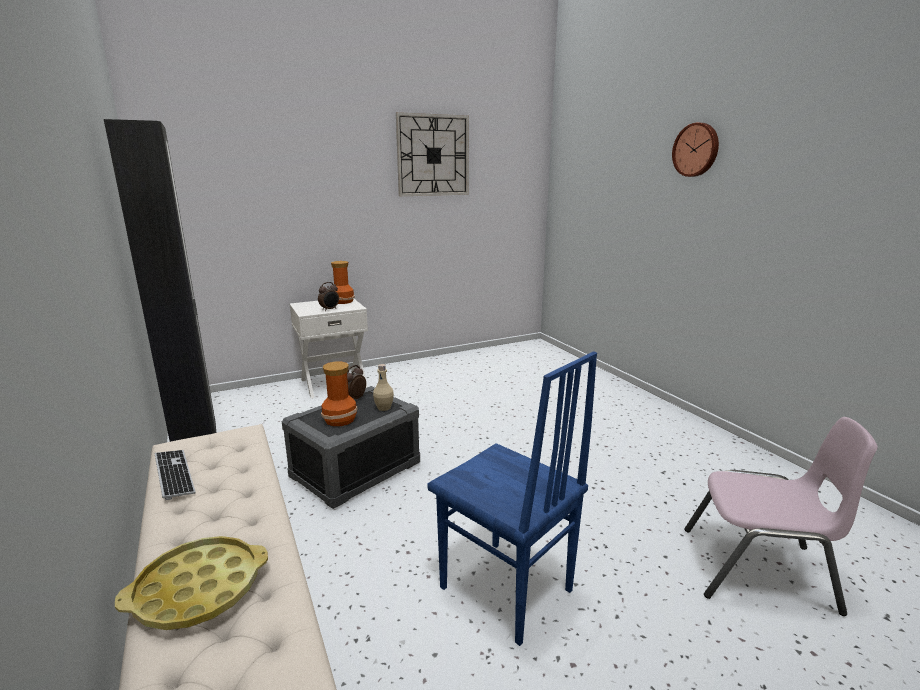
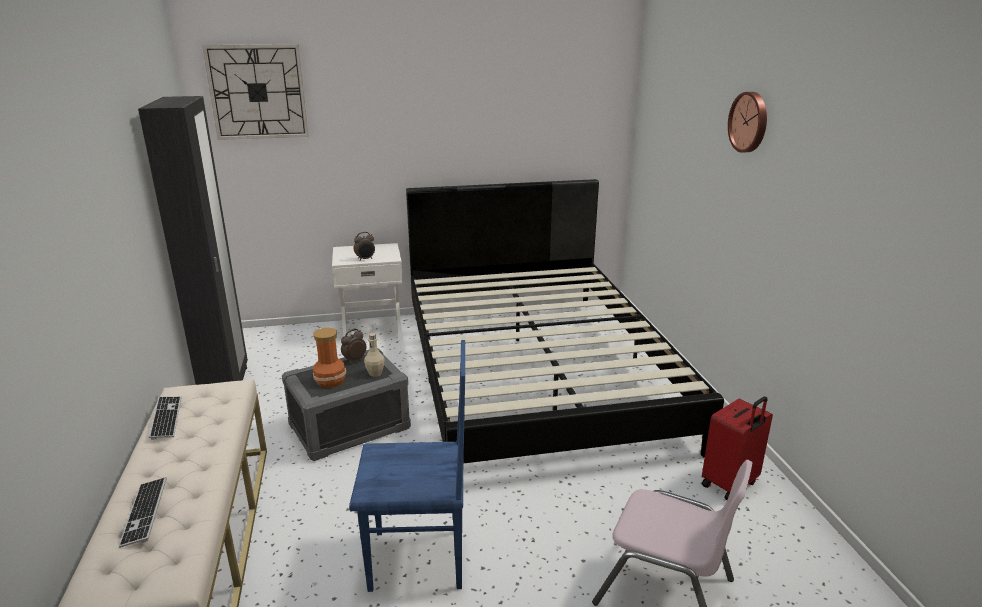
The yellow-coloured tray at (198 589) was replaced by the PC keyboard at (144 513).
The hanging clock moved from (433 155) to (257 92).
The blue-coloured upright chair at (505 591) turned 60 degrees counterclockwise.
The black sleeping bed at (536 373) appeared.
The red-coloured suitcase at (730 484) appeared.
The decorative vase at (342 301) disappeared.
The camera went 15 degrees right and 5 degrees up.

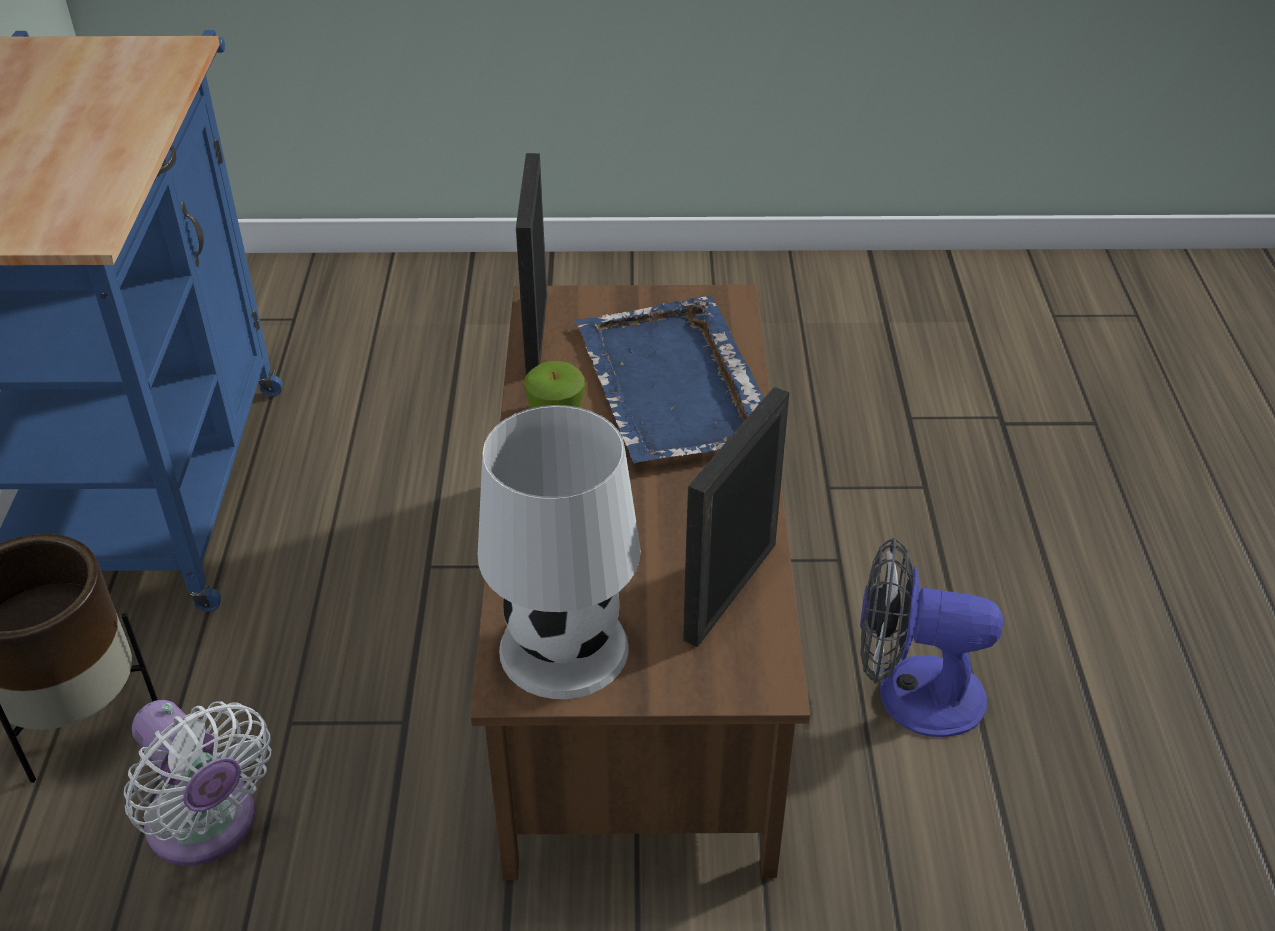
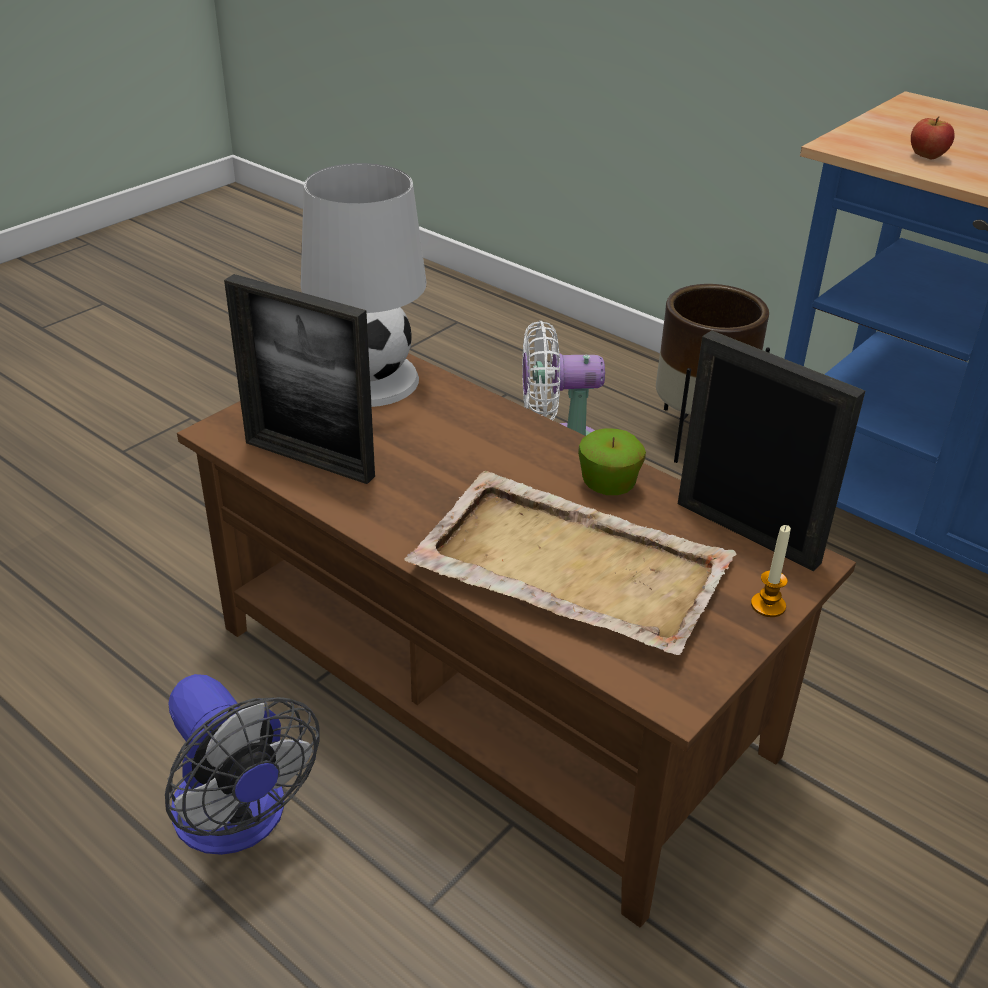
The cooling fan at (911 693) turned 90 degrees clockwise.
The photo frame at (730 591) turned 135 degrees clockwise.
The blue-coloured tray at (674 387) became the beige-coloured tray at (568 566).
The wax candle at (768 605) appeared.
The apple at (927 156) appeared.
The camera went 130 degrees right and 5 degrees down.

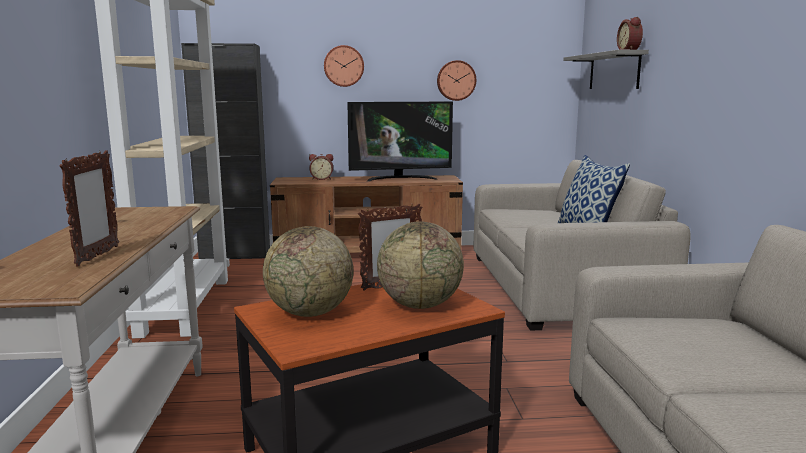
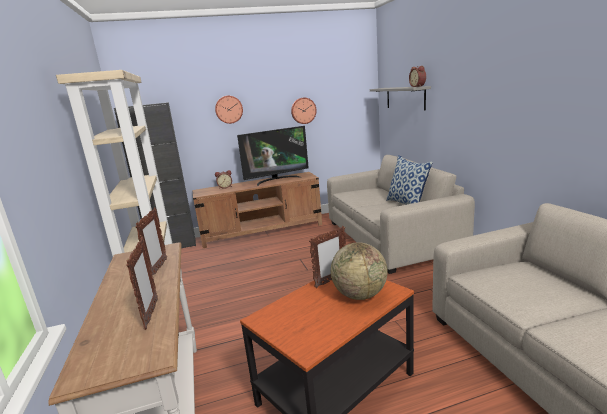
The photo frame at (158 269) appeared.
The desk globe at (310 313) disappeared.
The camera went 10 degrees left and 5 degrees up.

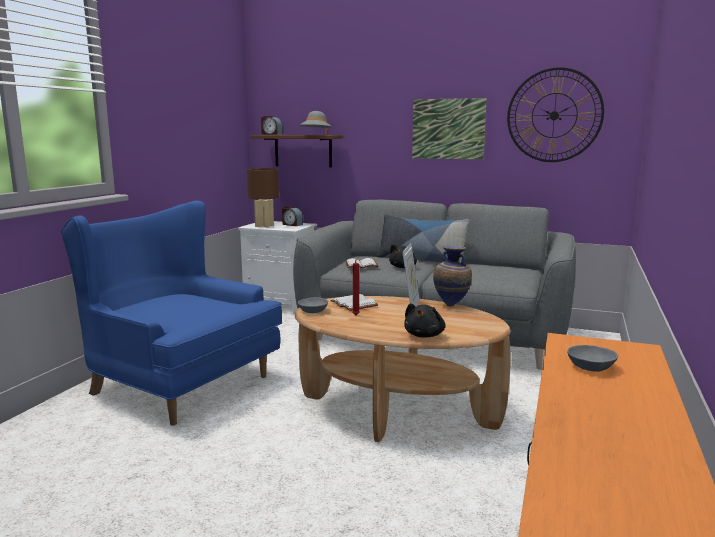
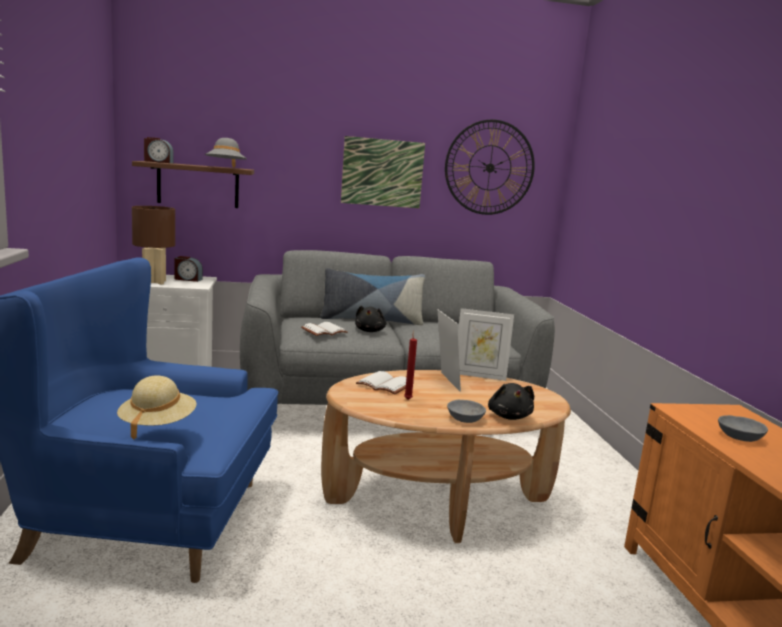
The beige-coloured hat at (157 425) appeared.
The gray serving bowl moved from (312 310) to (463 418).
The decorative vase at (452 305) was replaced by the photo frame at (479 375).
The camera went 30 degrees left and 0 degrees up.

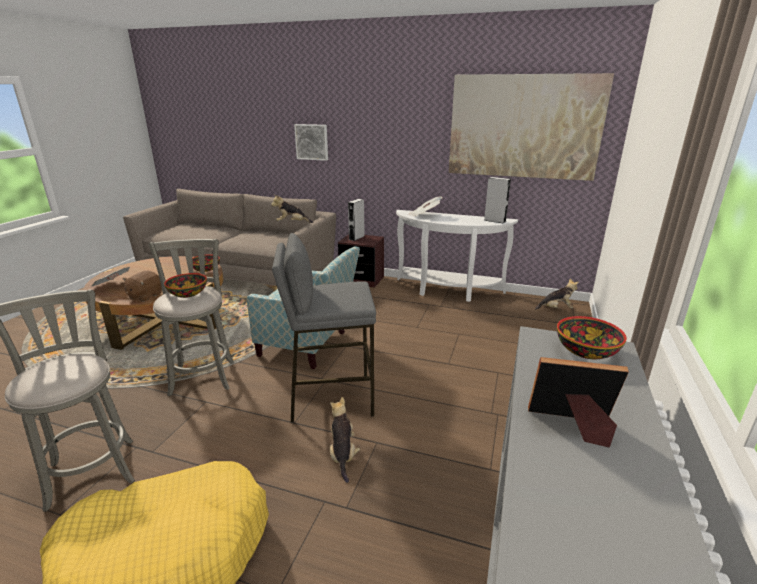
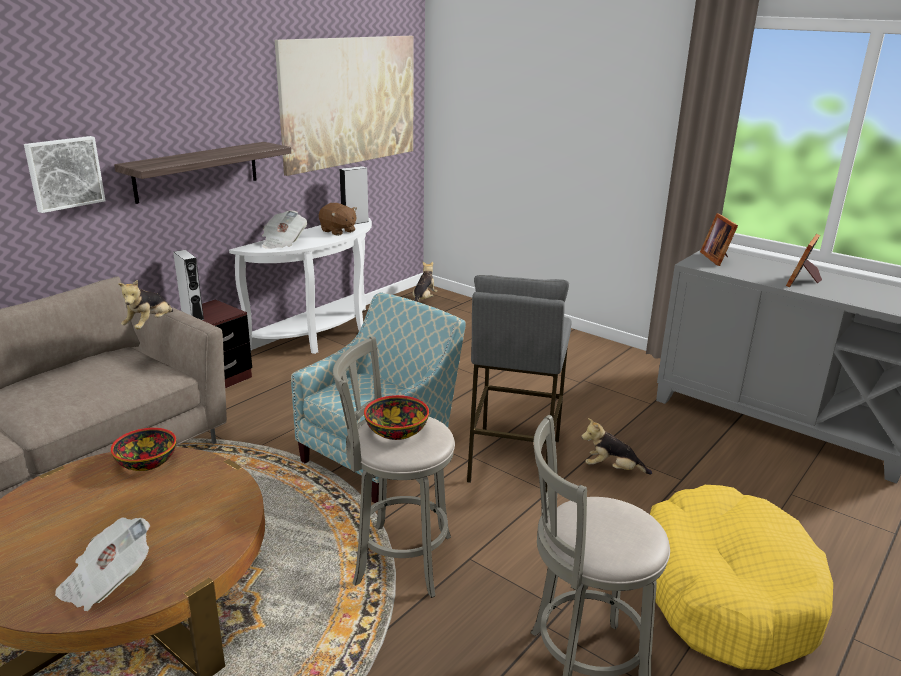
The wall shelf at (197 171) appeared.
The brown-coloured cuddly toy moved from (145 296) to (338 231).
The serving bowl at (586 351) was replaced by the photo frame at (717 258).
The camera went 70 degrees left and 0 degrees up.

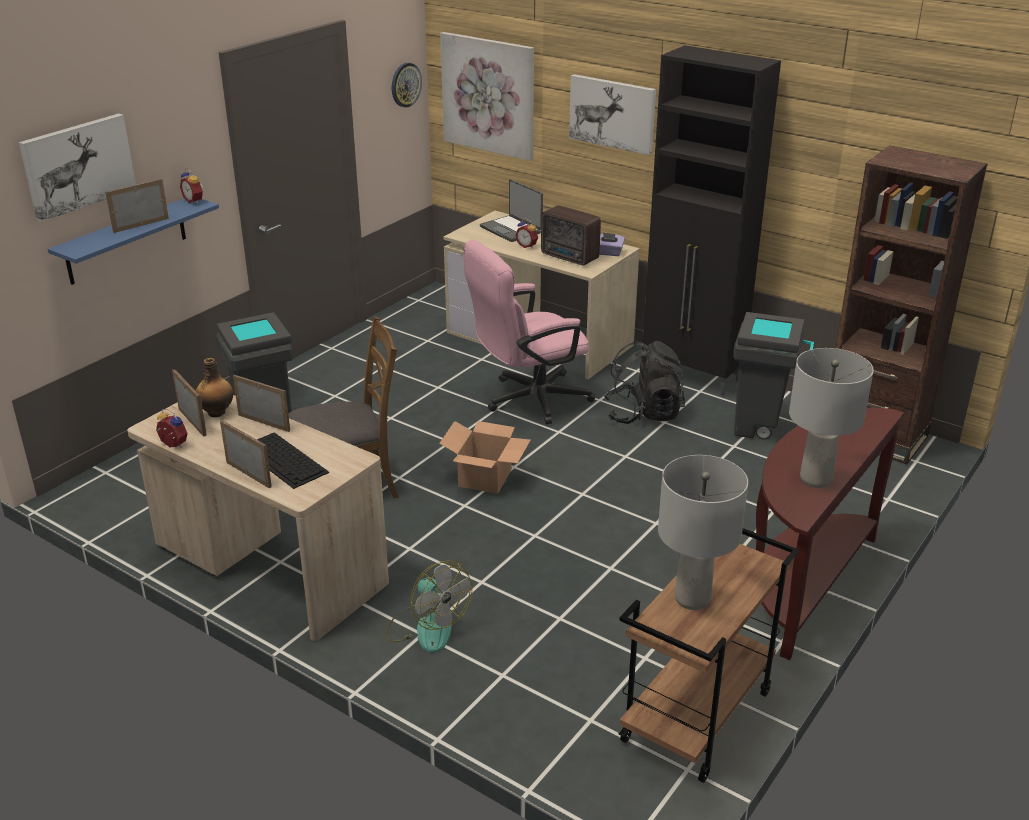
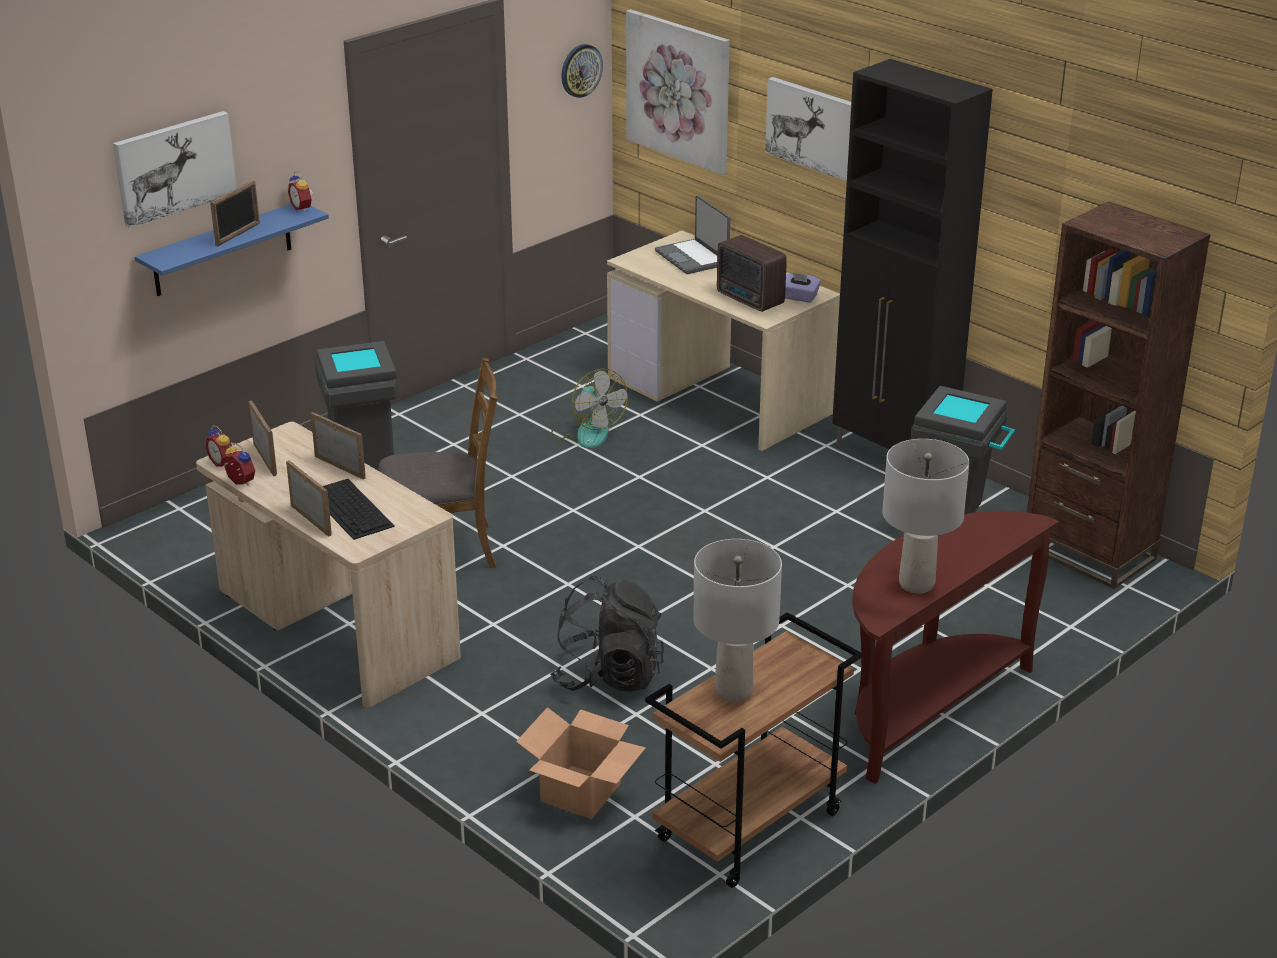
The alarm clock moved from (527 246) to (223 463).
The photo frame at (141 225) turned 150 degrees clockwise.
The packing box moved from (484 477) to (580 791).
The cooling fan moved from (427 627) to (587 432).
The black backpack moved from (643 414) to (608 676).
The bottle at (217 412) disappeared.
The pinkish desk chair at (528 400) disappeared.
The camera went 10 degrees right and 0 degrees up.

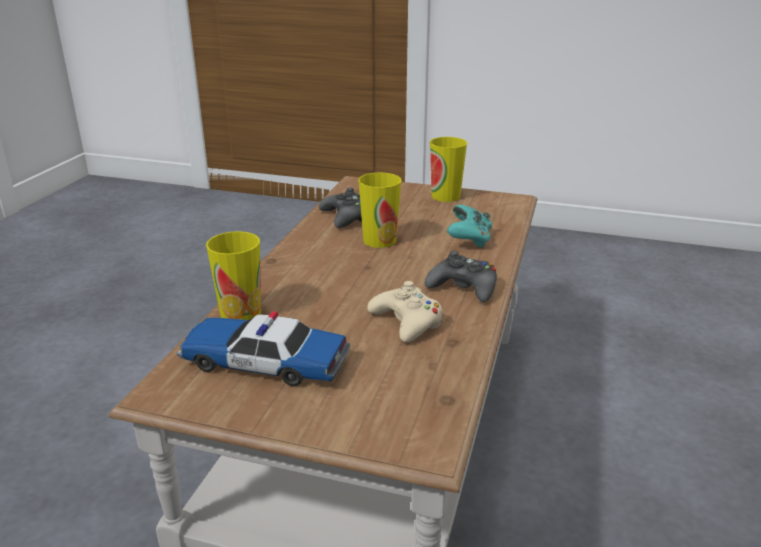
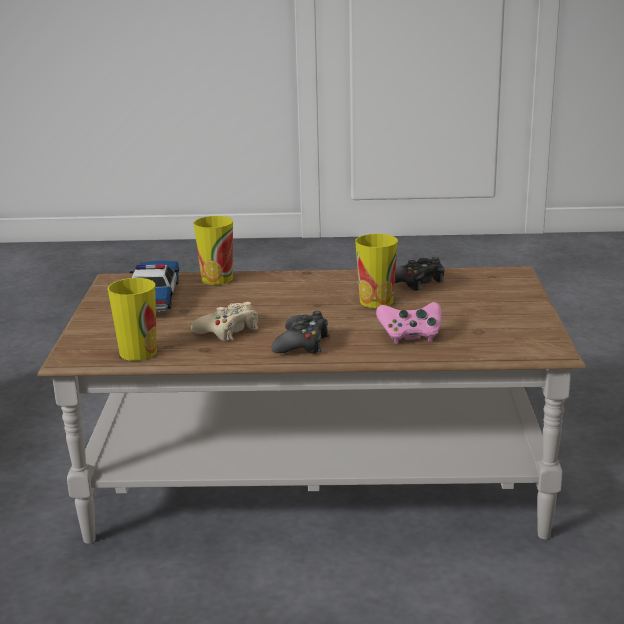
The cup moved from (446 196) to (138 352).
The turquoise gamepad at (469 239) became the pinkish gamepad at (410 336).
The camera went 75 degrees right and 5 degrees down.

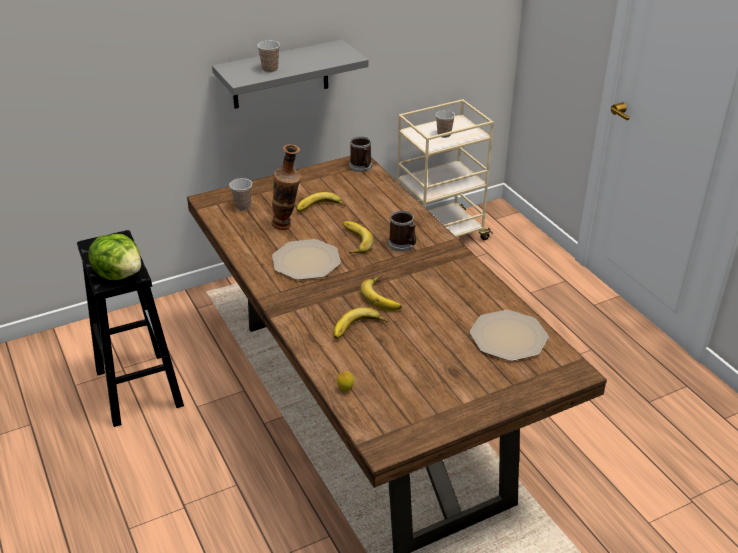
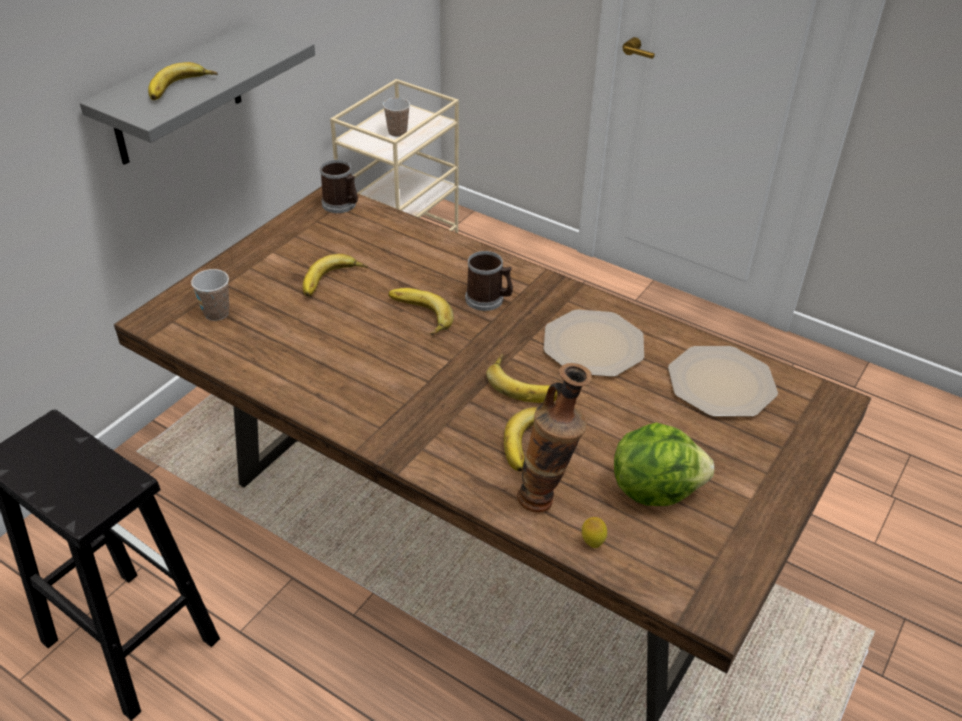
The cup at (270 69) was replaced by the banana fruit at (182 88).
The decorative vase moved from (287 227) to (547 499).
The dinner plate moved from (305 261) to (592 345).
The lettuce moved from (119 274) to (654 488).
The camera went 30 degrees left and 5 degrees up.

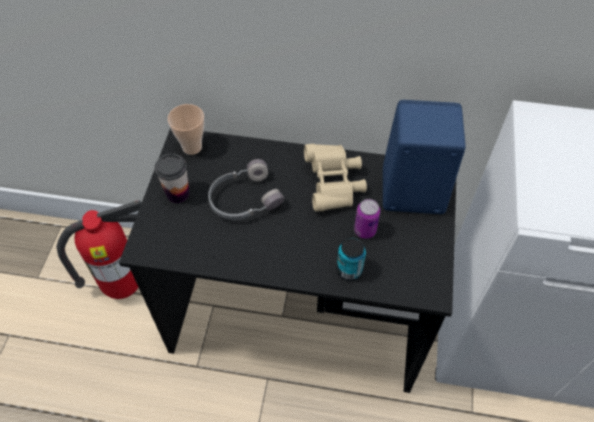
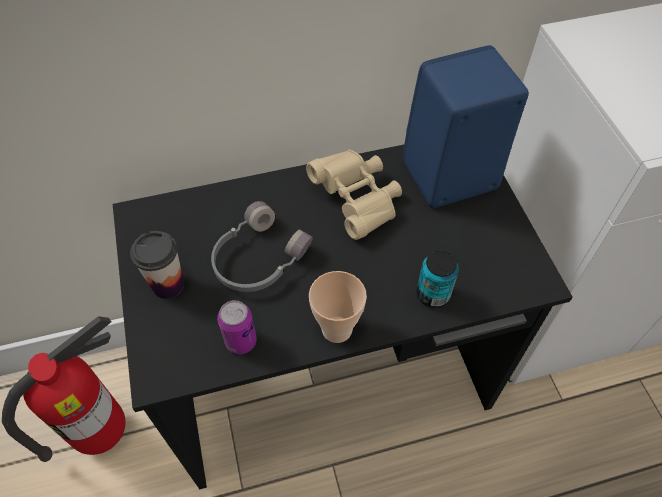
The can moved from (365 230) to (241 341).
The cup moved from (192 147) to (337 329).
The camera went 25 degrees left and 0 degrees up.

